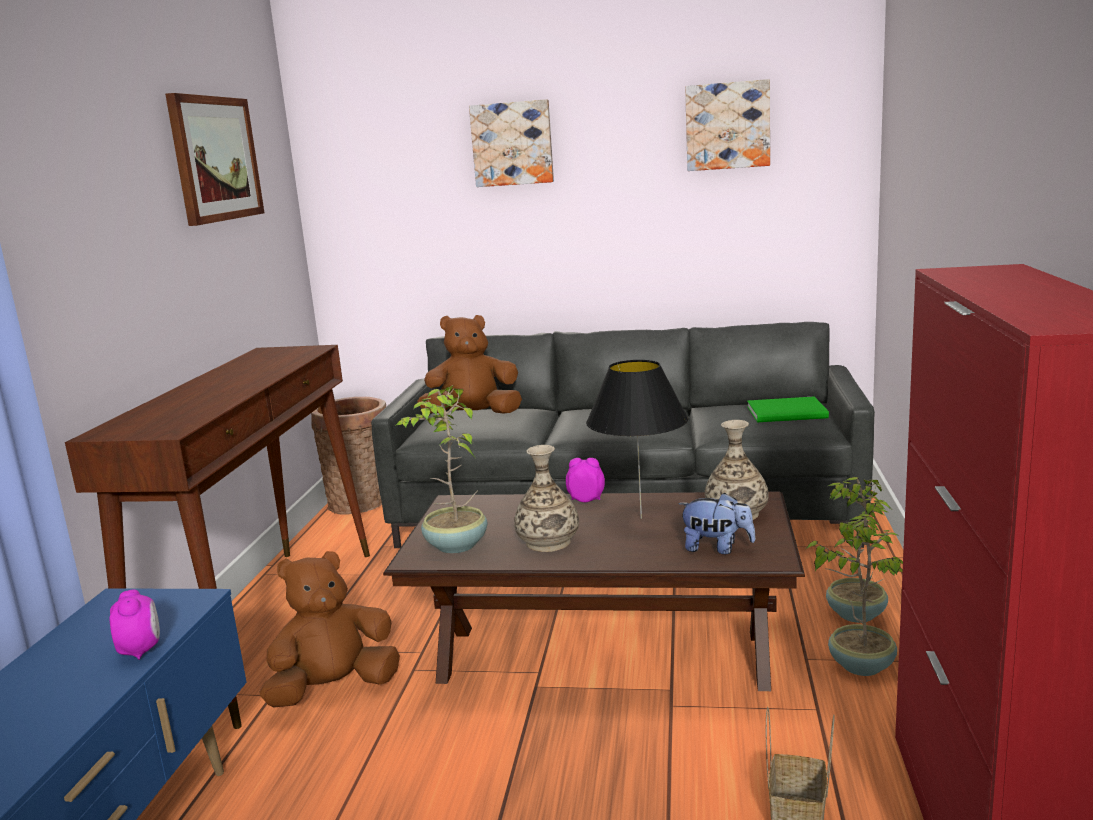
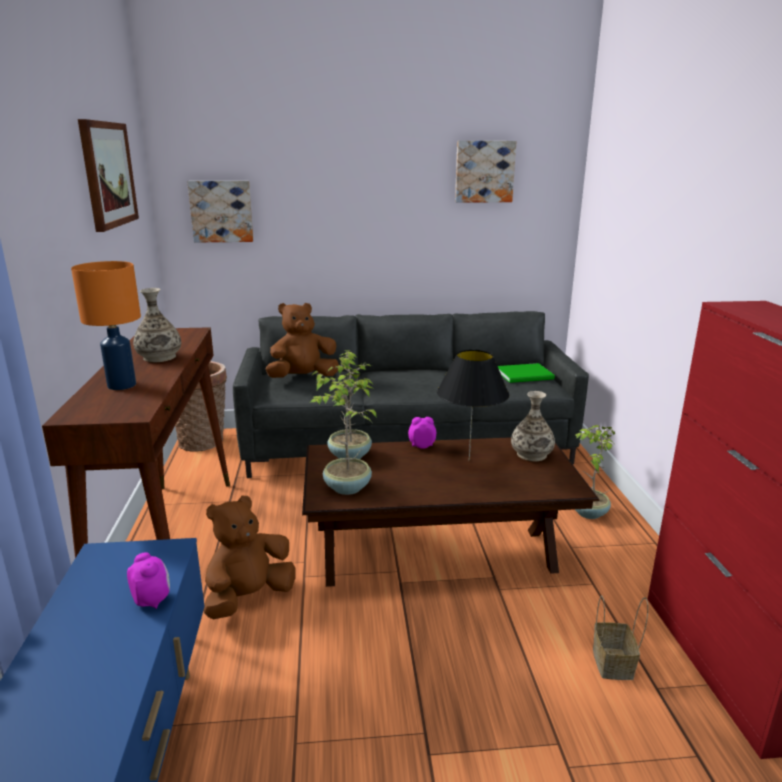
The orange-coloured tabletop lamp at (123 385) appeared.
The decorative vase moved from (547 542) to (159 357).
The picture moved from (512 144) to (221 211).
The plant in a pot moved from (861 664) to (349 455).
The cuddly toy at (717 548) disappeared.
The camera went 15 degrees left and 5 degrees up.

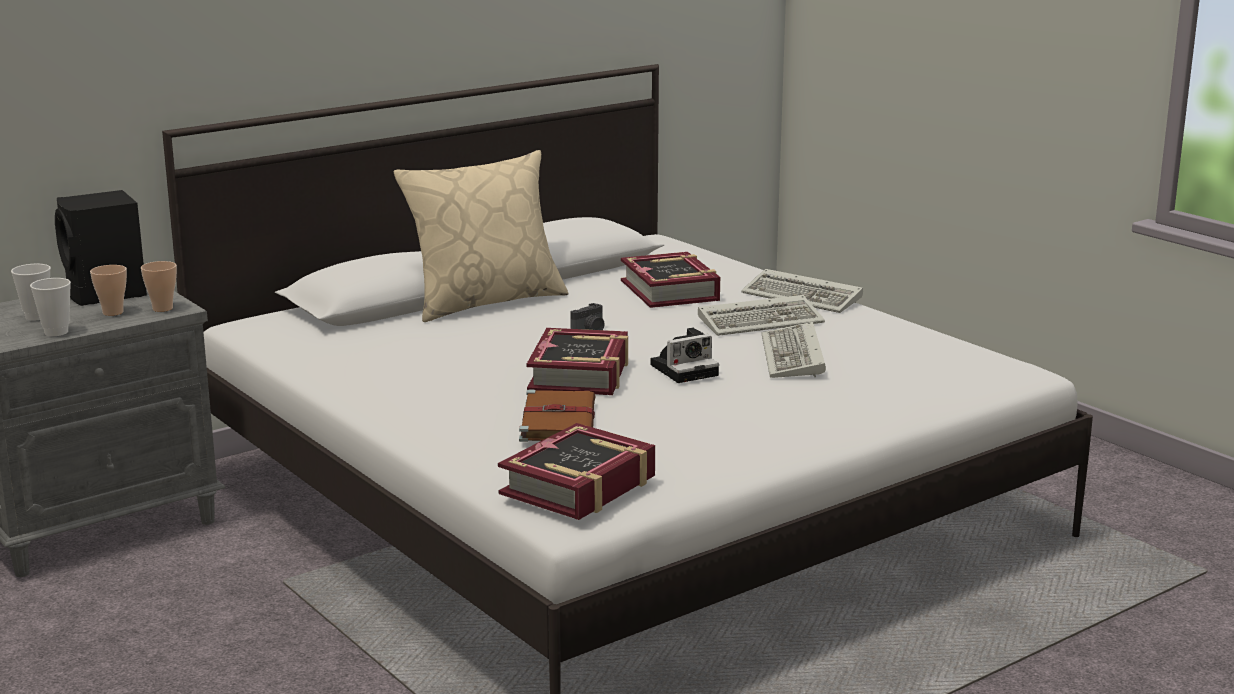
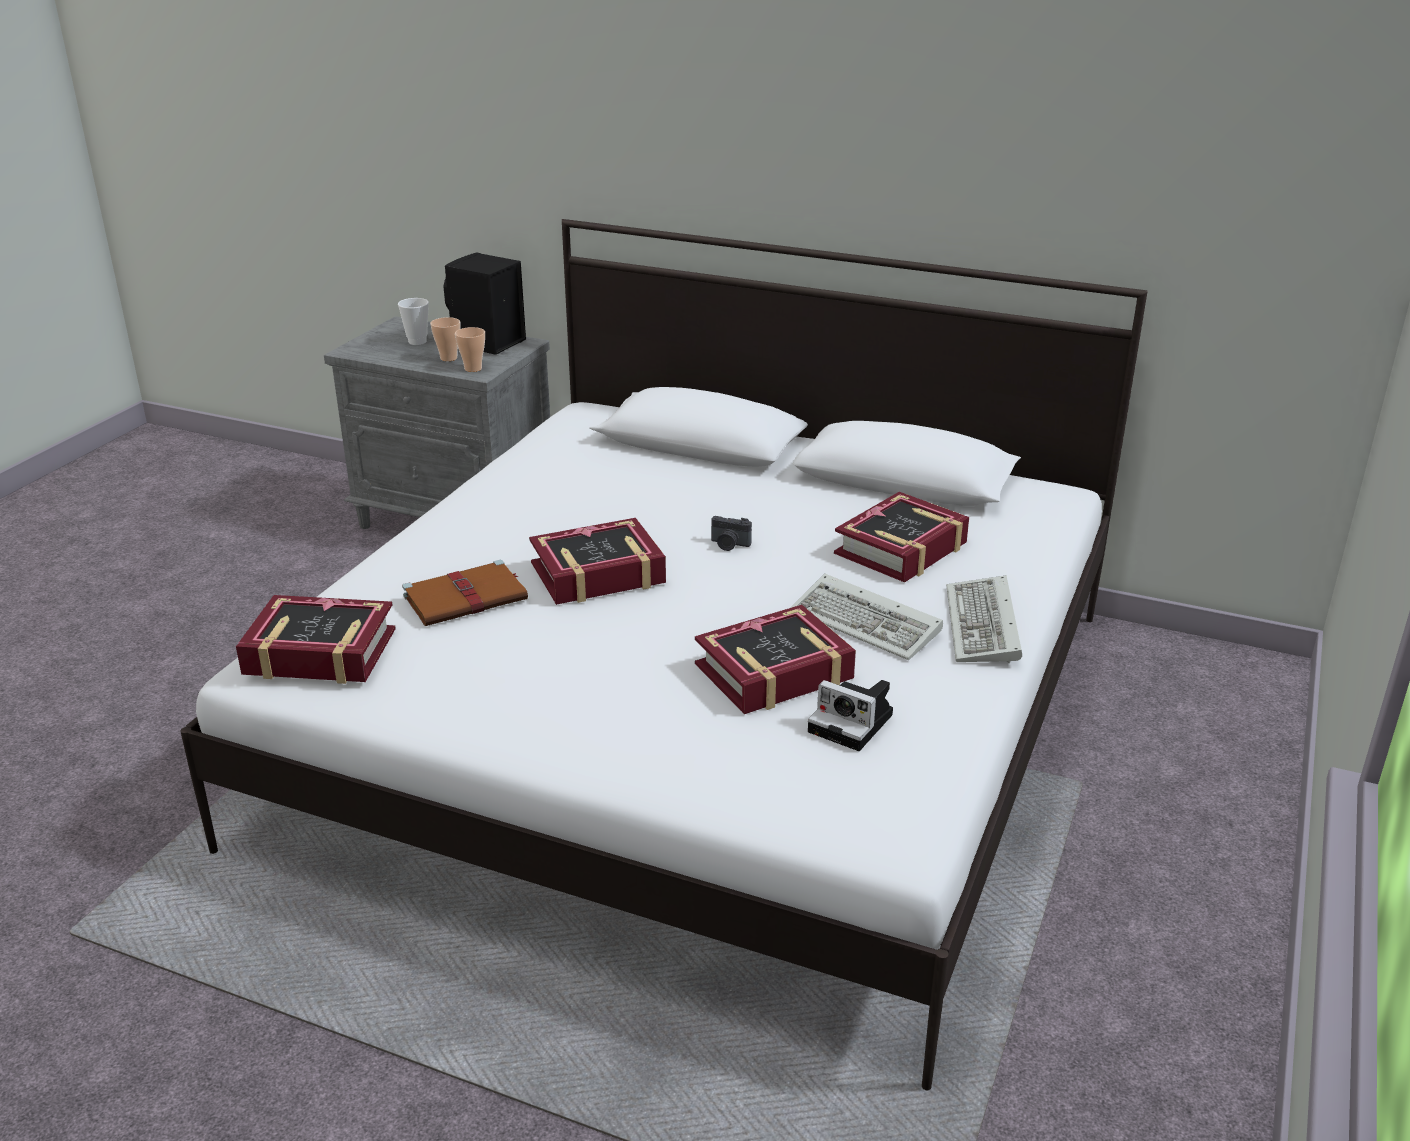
The PC keyboard at (794 357) was replaced by the book at (774 672).
The still camera moved from (686 369) to (854 724).
The cup at (56 332) disappeared.
The beige-coloured throw pillow at (485 301) disappeared.
The camera went 60 degrees right and 10 degrees up.

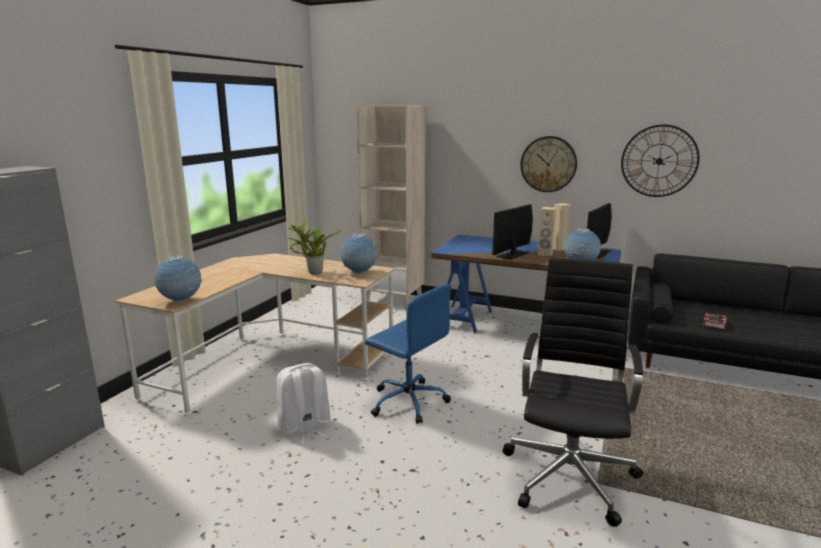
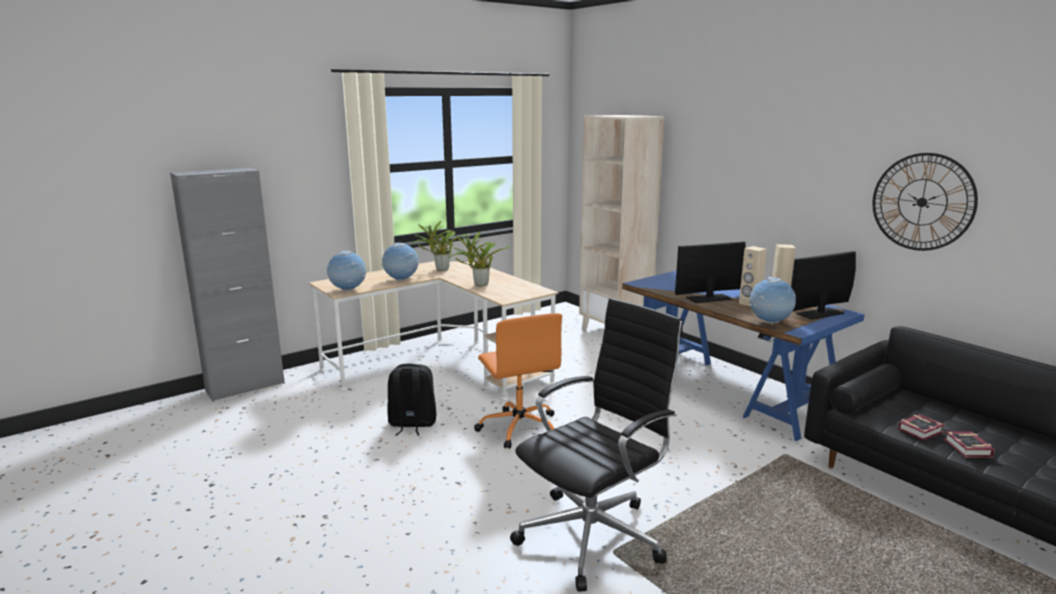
The desk globe moved from (359 273) to (401 280).
The white backpack at (304 428) became the black backpack at (412 424).
The plant in a pot at (440 269) appeared.
The blue-coloured desk chair at (407 401) became the orange-coloured desk chair at (519 427).
The book at (967 449) appeared.
The hanging clock at (548 164) disappeared.
The camera went 30 degrees right and 0 degrees up.

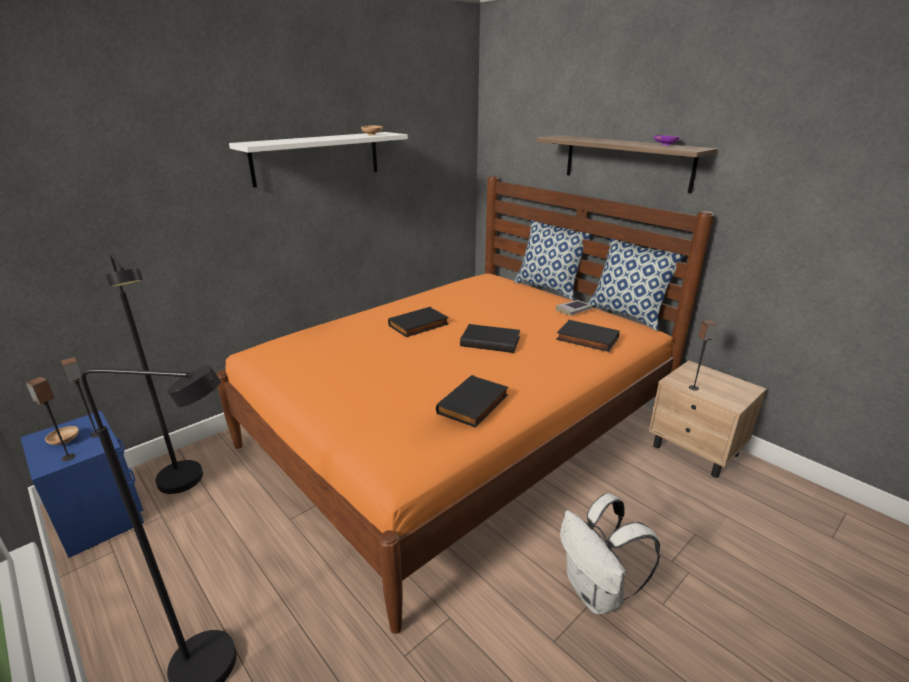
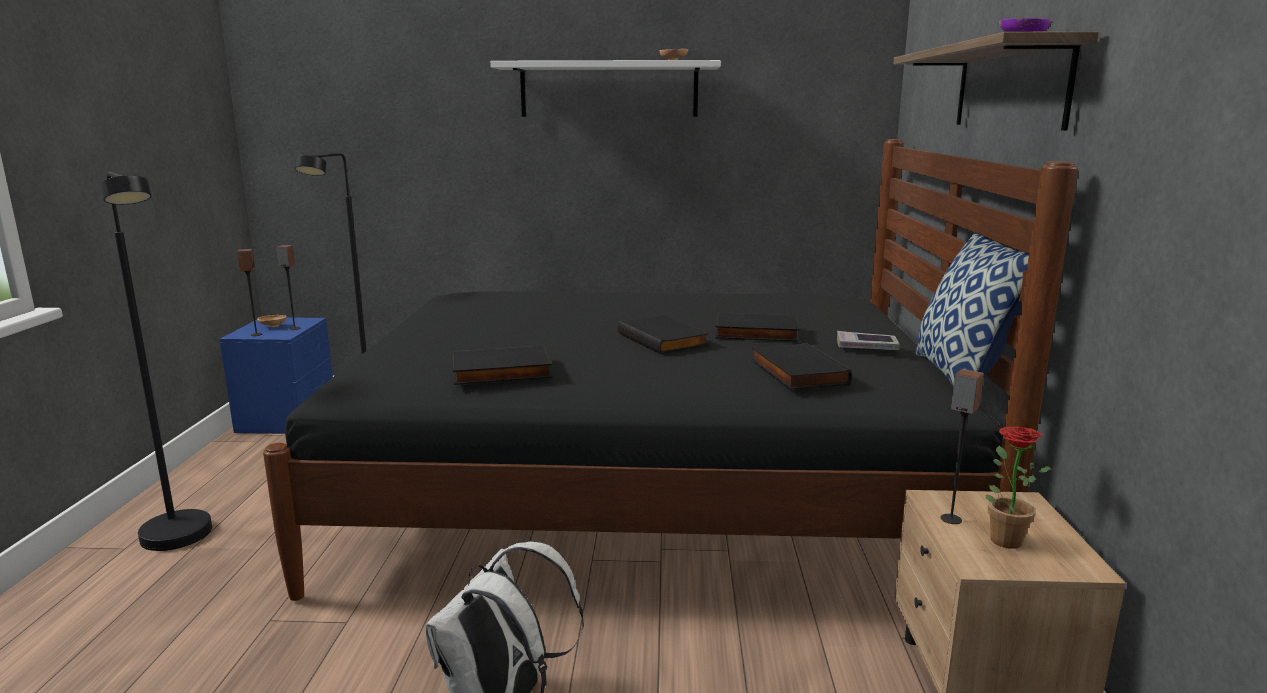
The orange-coloured sleeping bed at (458 433) became the black sleeping bed at (645 491).
The black book moved from (419 325) to (756 333).
The plant in a pot at (1001 537) appeared.
The throw pillow at (549 288) disappeared.
The camera went 45 degrees right and 10 degrees down.

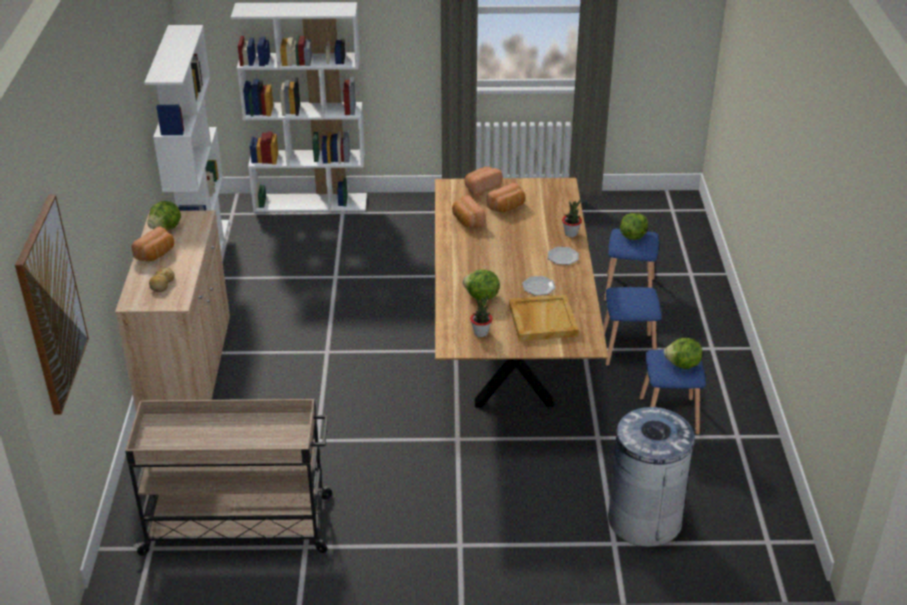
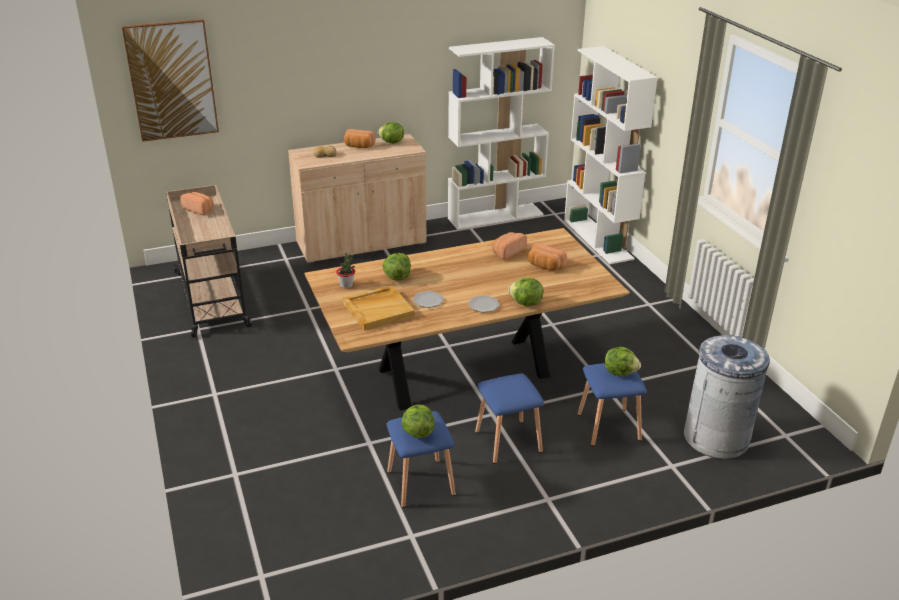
The baked bread moved from (481 187) to (199 210).
The plant in a pot at (571 234) was replaced by the lettuce at (525 303).
The gray trash can moved from (644 519) to (716 437).
The camera went 70 degrees right and 5 degrees down.

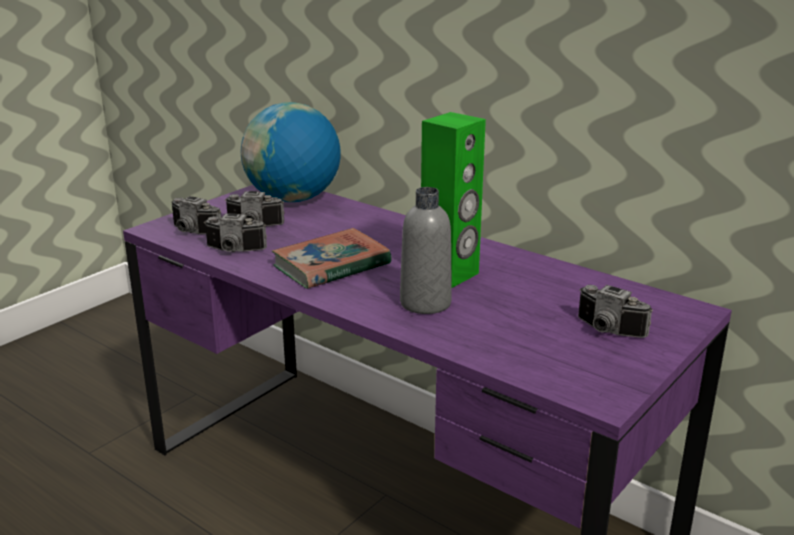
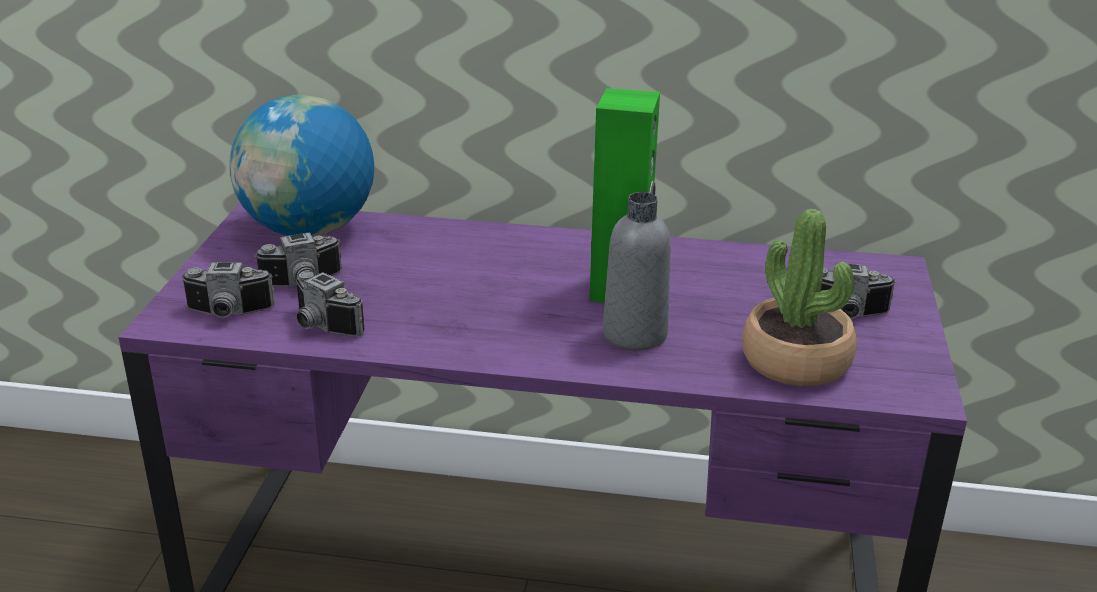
The still camera at (233 251) turned 60 degrees clockwise.
The plant in a pot at (796 361) appeared.
The book at (331 265) disappeared.
The camera went 30 degrees left and 5 degrees up.

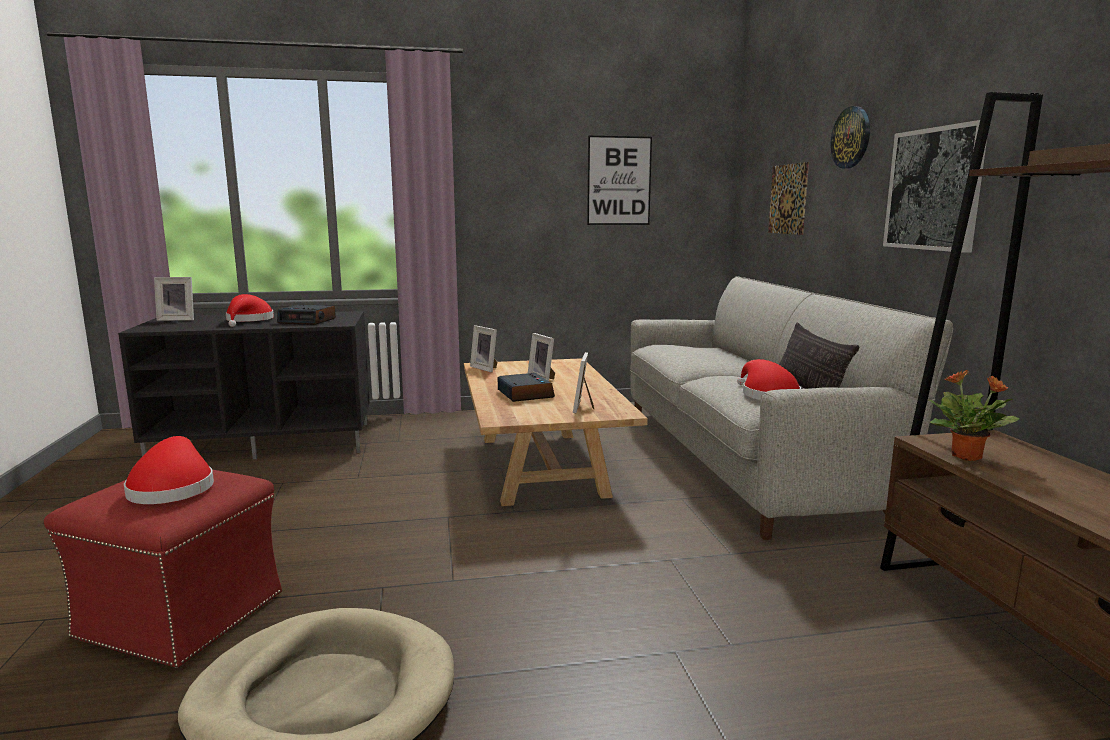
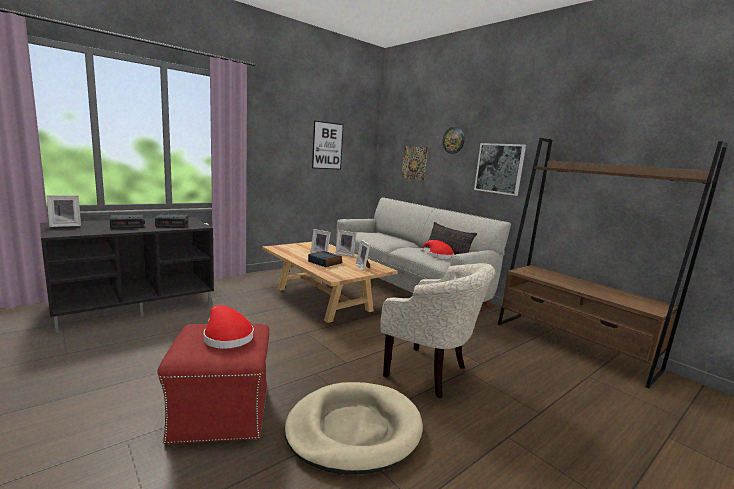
The red-coloured hat at (248 321) was replaced by the alarm clock at (128 225).
The photo frame moved from (486 368) to (345 254).
The beige-coloured easy chair at (430 372) appeared.
The plant in a pot at (967 457) disappeared.
The camera went 30 degrees left and 0 degrees up.

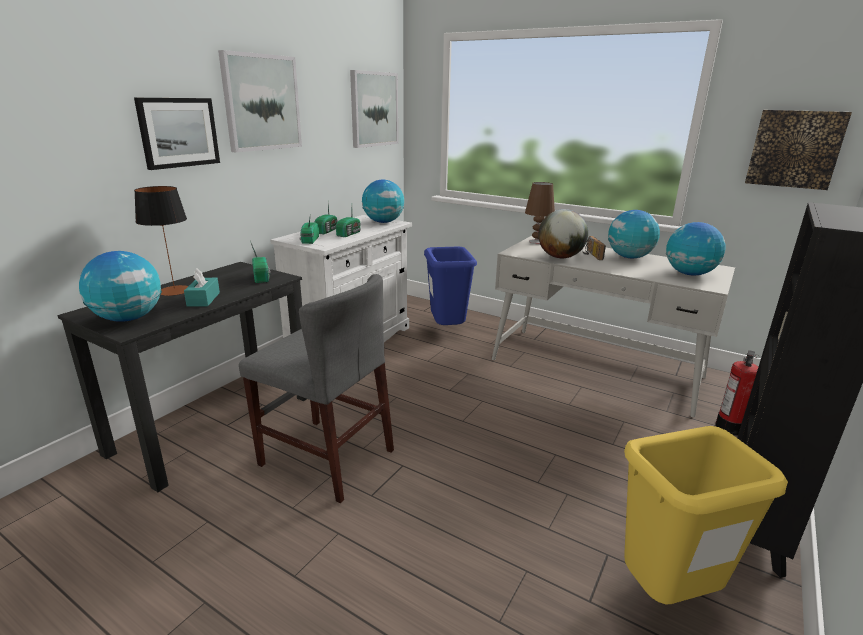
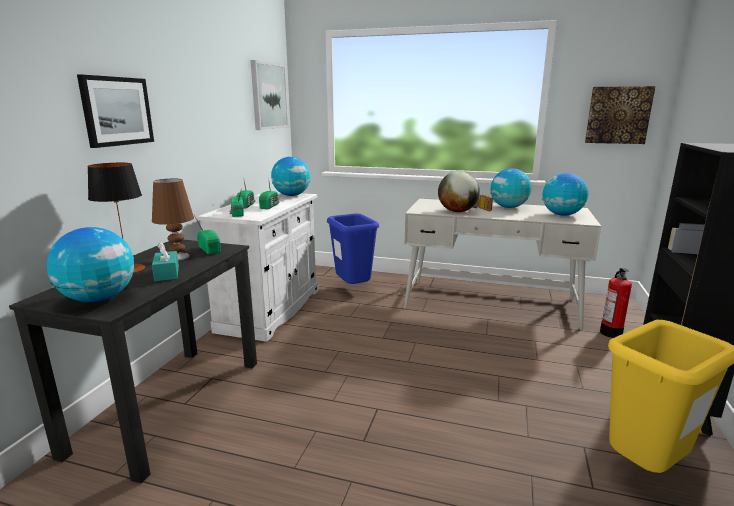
The brown-coloured tabletop lamp moved from (536 242) to (178 257).
The picture at (261 102) disappeared.
The gray upright chair at (326 457) disappeared.
The camera went 15 degrees left and 5 degrees down.

